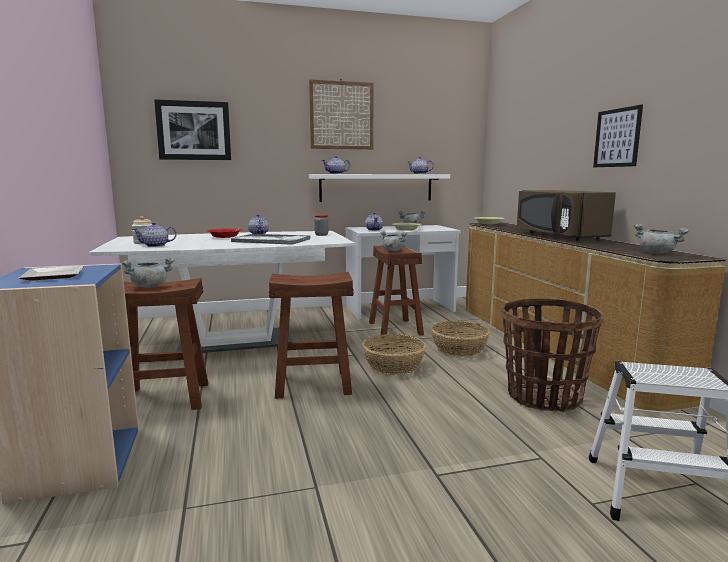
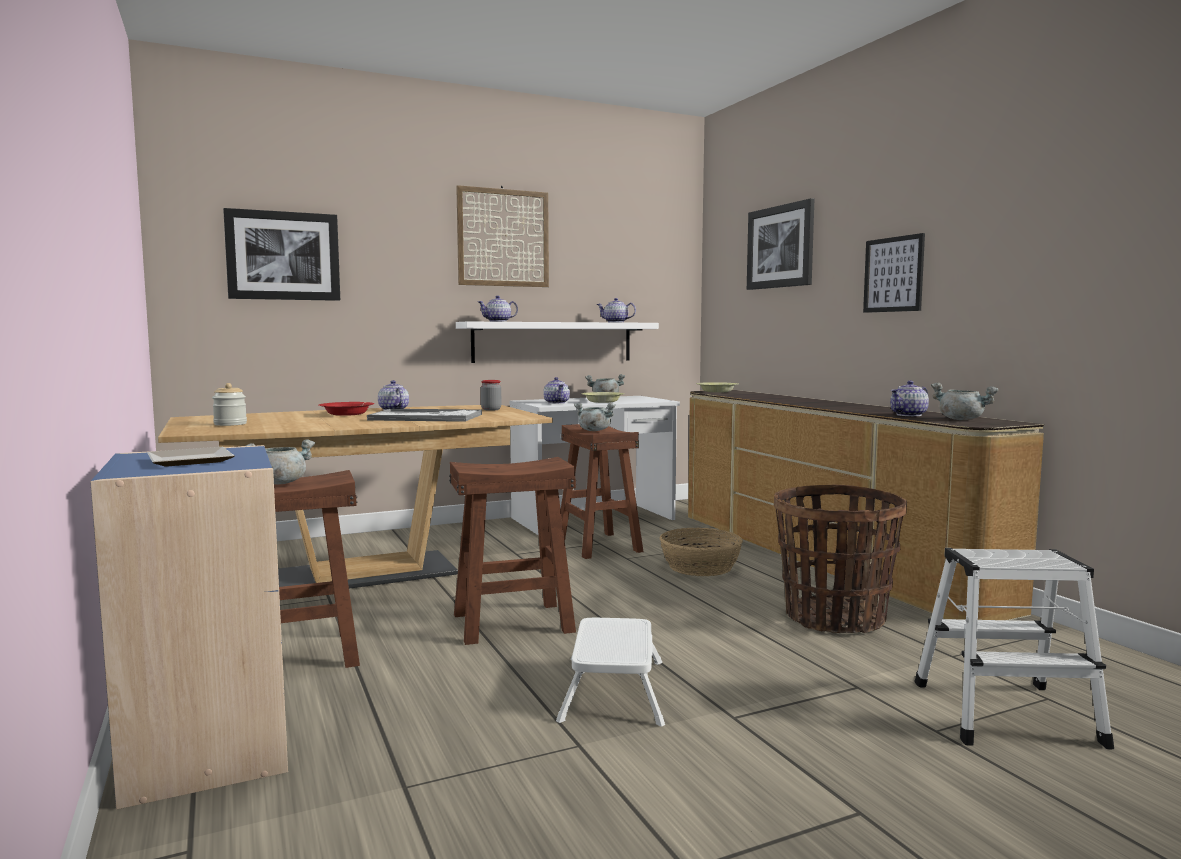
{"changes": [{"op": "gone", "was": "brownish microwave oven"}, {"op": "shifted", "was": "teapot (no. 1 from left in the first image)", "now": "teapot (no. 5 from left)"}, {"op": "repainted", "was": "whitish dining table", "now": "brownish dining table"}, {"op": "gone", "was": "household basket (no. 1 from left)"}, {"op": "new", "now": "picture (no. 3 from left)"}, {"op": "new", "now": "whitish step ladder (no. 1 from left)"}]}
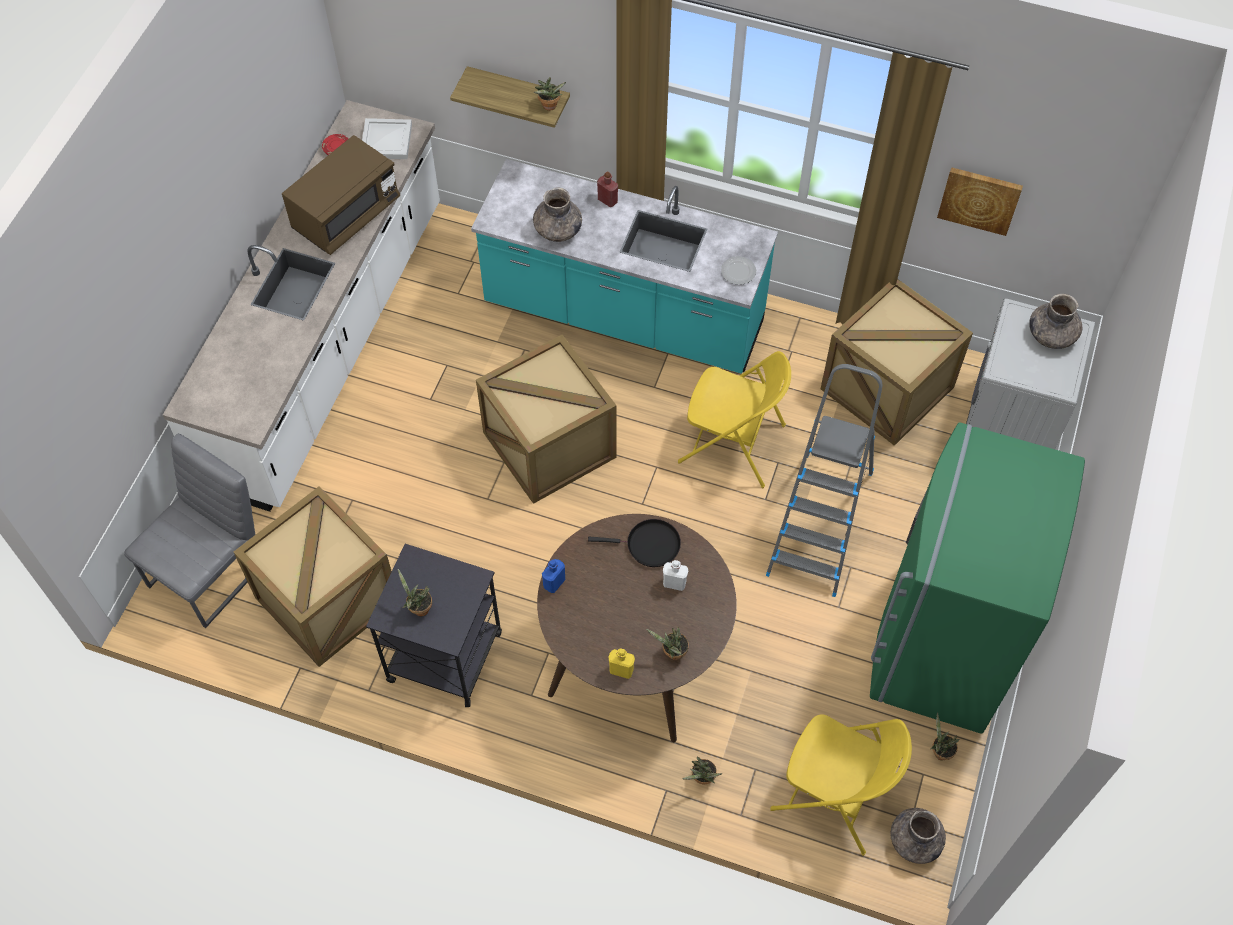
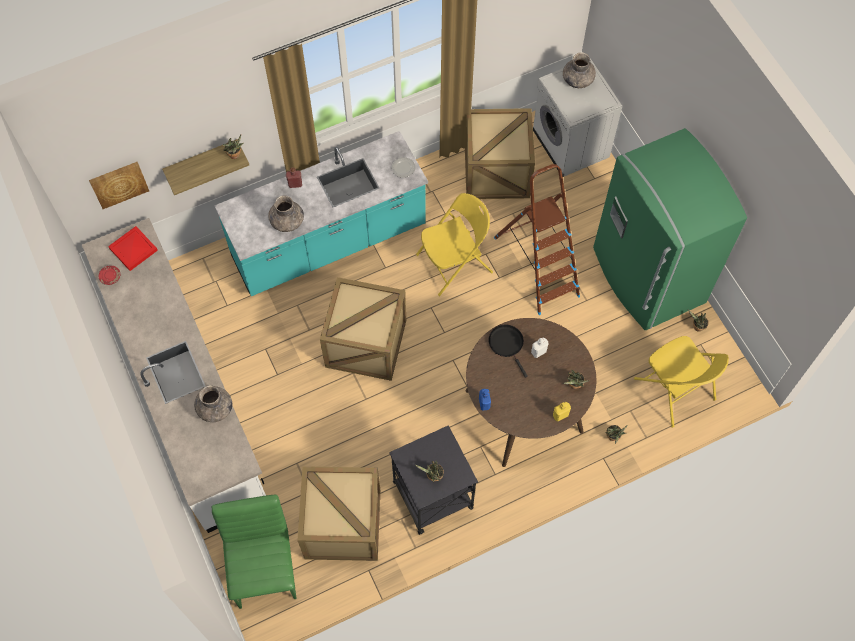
{"changes": [{"op": "repainted", "was": "whitish serving tray", "now": "reddish serving tray"}, {"op": "gone", "was": "brownish microwave oven"}, {"op": "shifted", "was": "picture"}, {"op": "repainted", "was": "grey step ladder", "now": "brownish step ladder"}, {"op": "repainted", "was": "grey chair", "now": "greenish chair"}, {"op": "rotated", "was": "blackish frying pan", "clockwise": -75}, {"op": "rotated", "was": "yellow chair (no. 2 from left)", "clockwise": 75}, {"op": "shifted", "was": "grey flower vase (no. 2 from left in the first image)", "now": "grey flower vase (no. 1 from left)"}]}
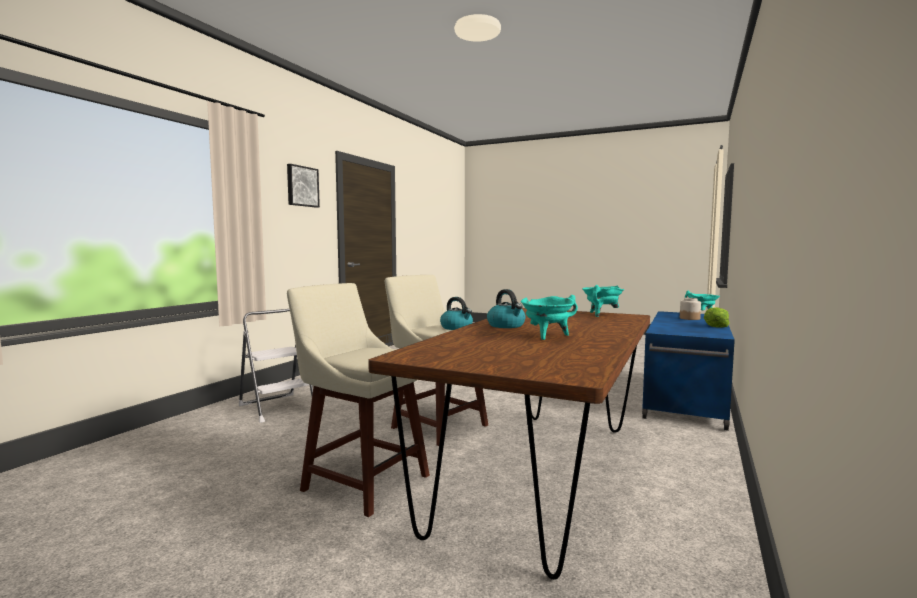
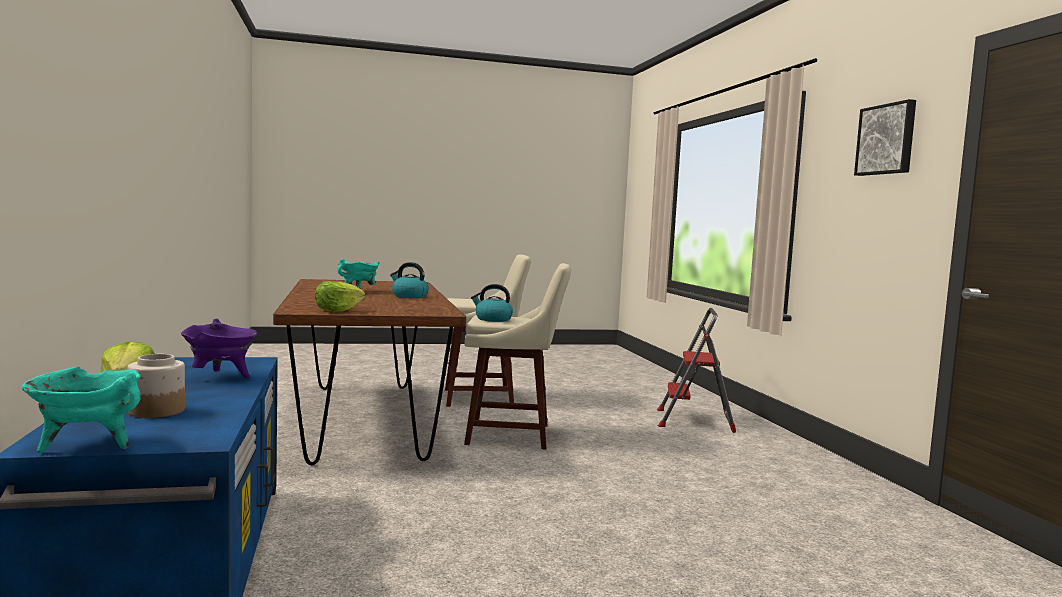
{"changes": [{"op": "swapped", "was": "turquoise-coloured cooking pot (no. 2 from left)", "now": "lettuce head (no. 2 from left)"}, {"op": "repainted", "was": "whitish step ladder", "now": "reddish step ladder"}, {"op": "new", "now": "purple-coloured cooking pot"}]}
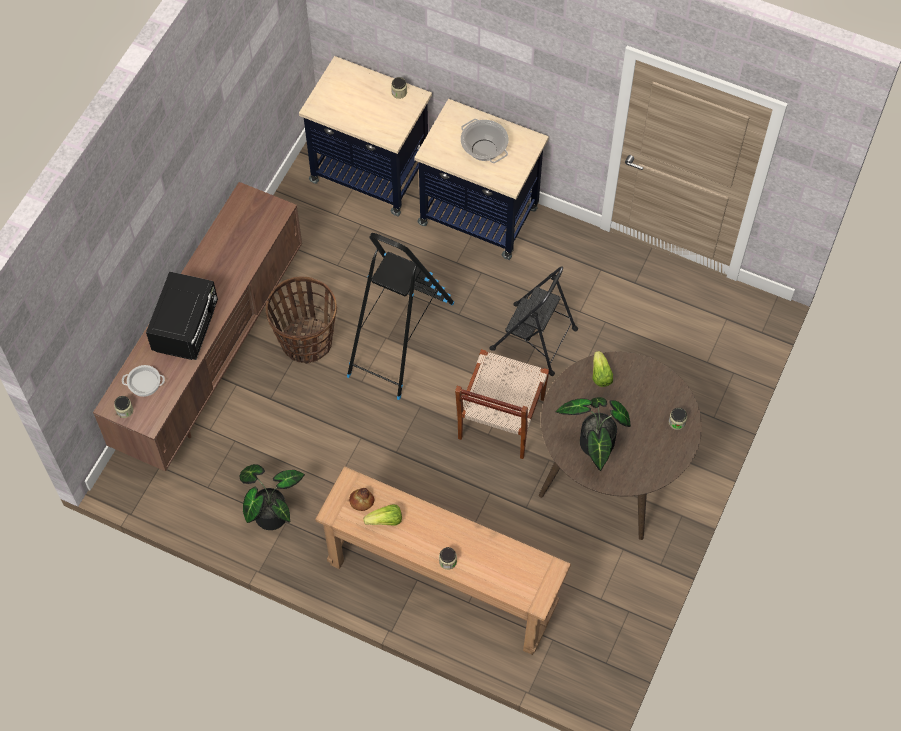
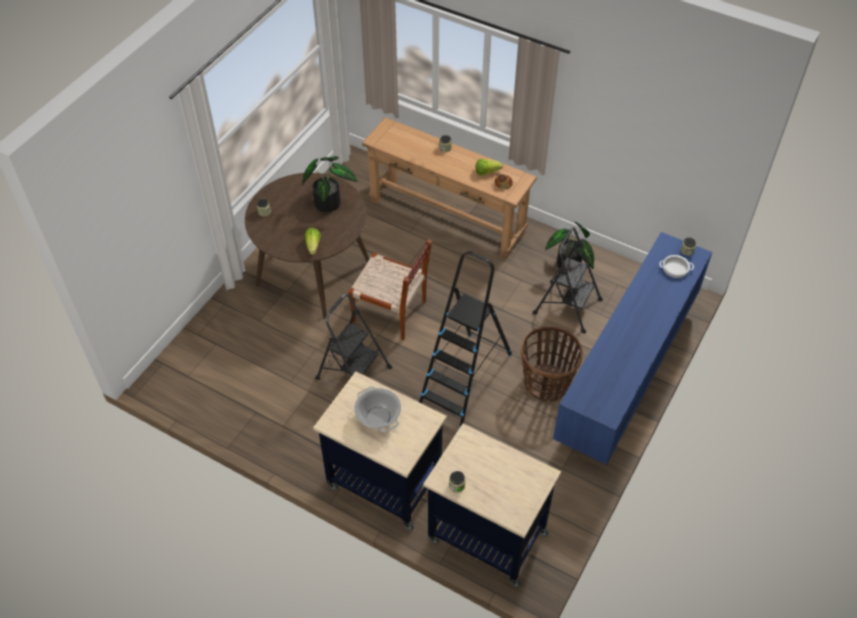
{"changes": [{"op": "repainted", "was": "brownish storage cabinet", "now": "blue-coloured storage cabinet"}, {"op": "gone", "was": "blackish microwave oven"}, {"op": "rotated", "was": "chair", "clockwise": 90}, {"op": "new", "now": "blackish step ladder (no. 3 from left)"}]}
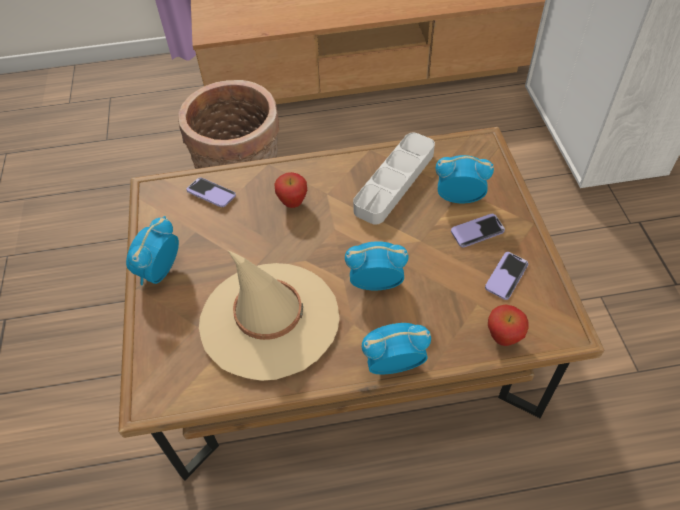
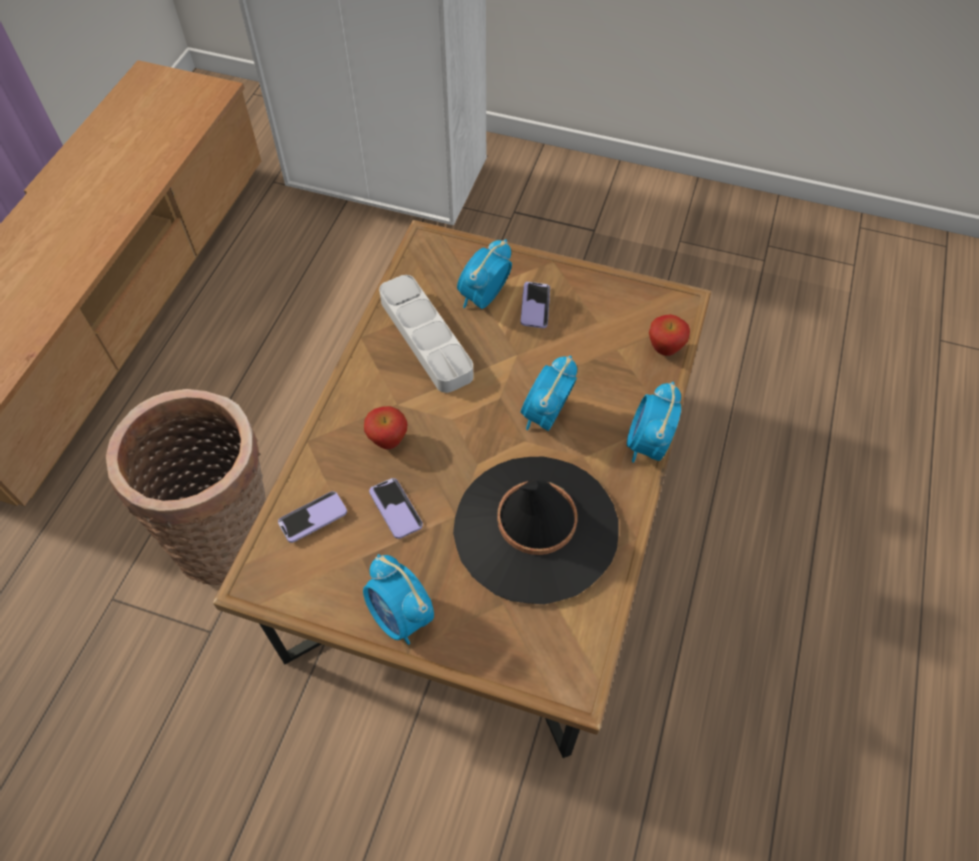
{"changes": [{"op": "repainted", "was": "beige wearable hat", "now": "blackish wearable hat"}, {"op": "shifted", "was": "telephone (no. 3 from left in the first image)", "now": "telephone (no. 2 from left)"}]}
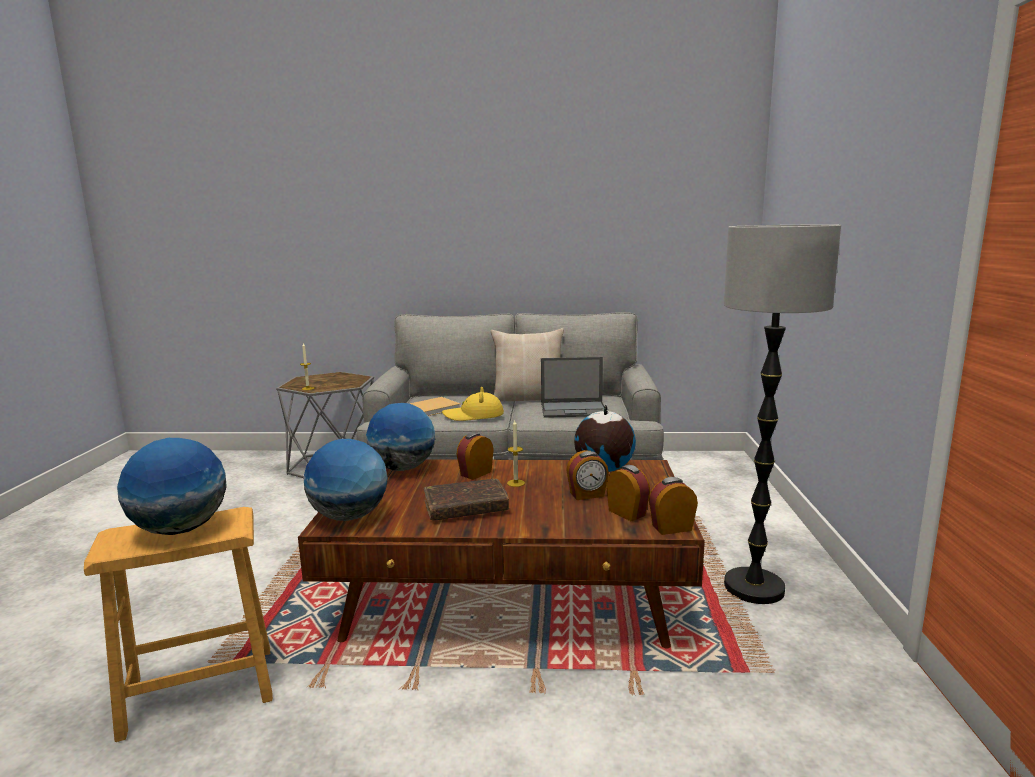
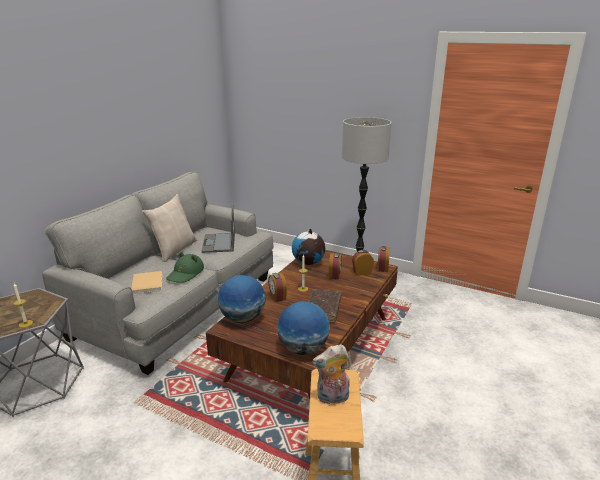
{"changes": [{"op": "rotated", "was": "portable computer", "clockwise": 150}, {"op": "repainted", "was": "yellow wearable hat", "now": "greenish wearable hat"}, {"op": "swapped", "was": "world globe (no. 1 from left)", "now": "cuddly toy"}]}
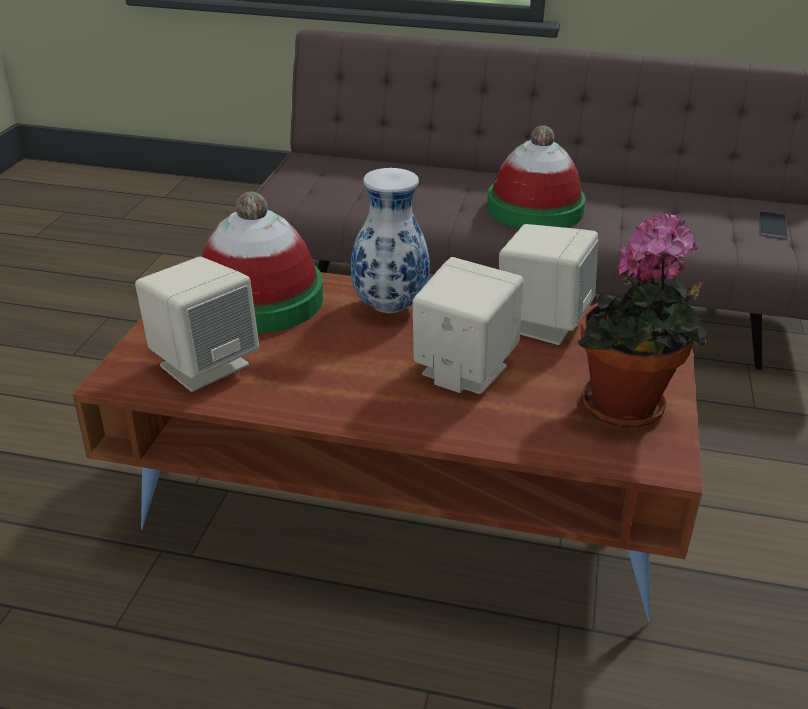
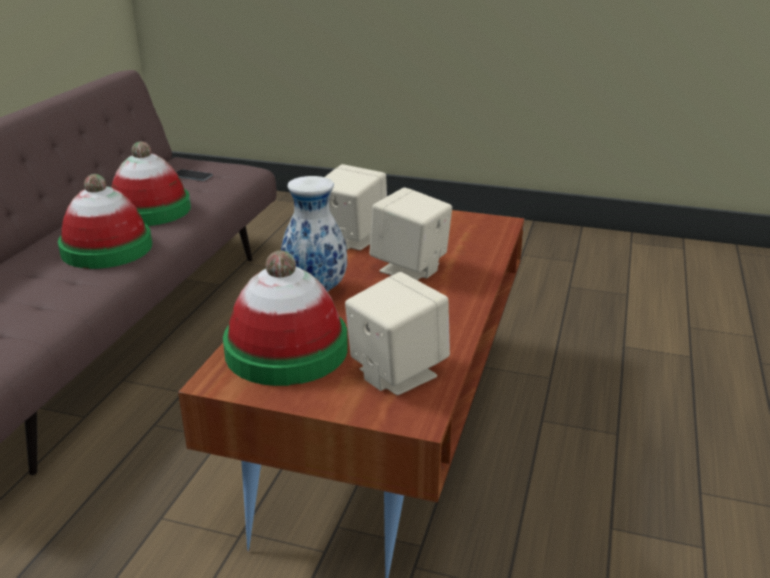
{"changes": [{"op": "gone", "was": "plant in a pot"}, {"op": "new", "now": "wearable hat (no. 2 from left)"}]}
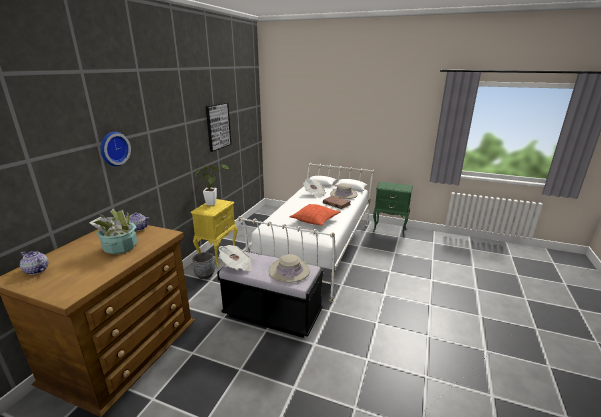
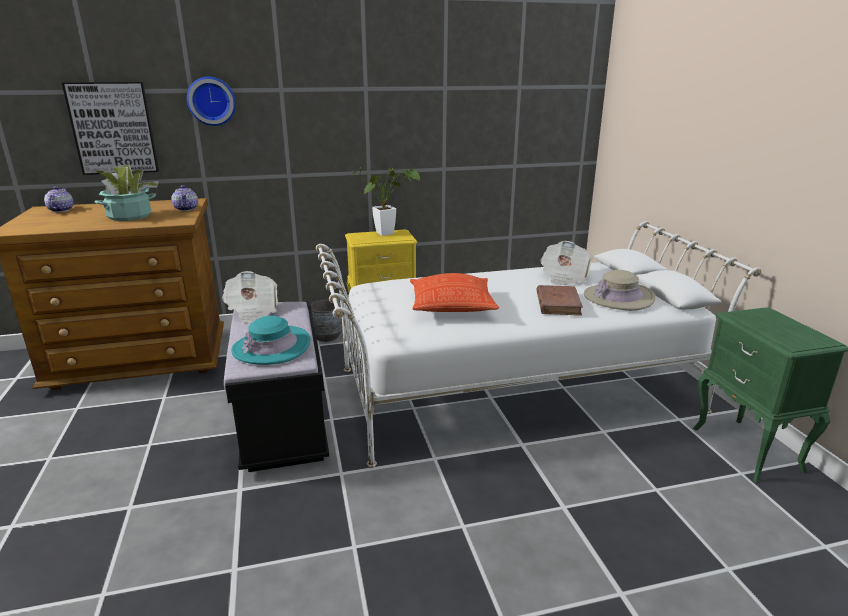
{"changes": [{"op": "shifted", "was": "picture"}, {"op": "repainted", "was": "beige wearable hat (no. 1 from left)", "now": "turquoise-coloured wearable hat"}]}
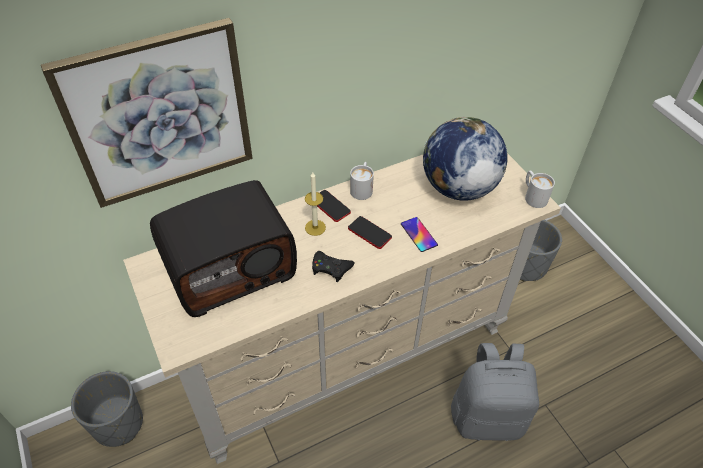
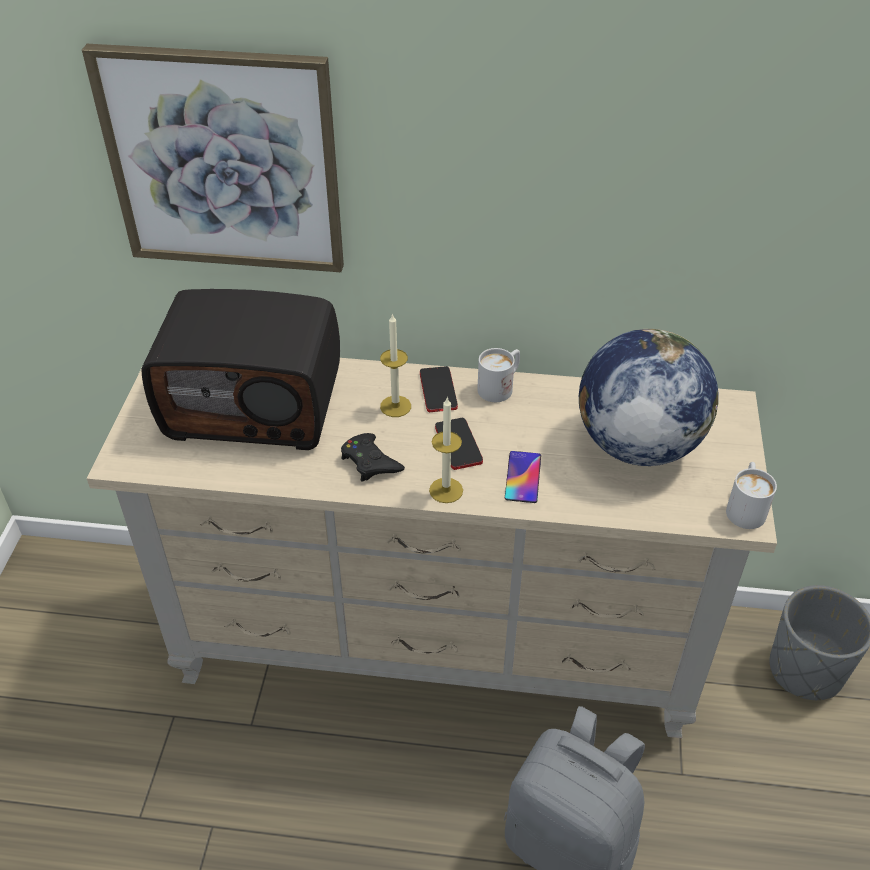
{"changes": [{"op": "gone", "was": "grey plant pot (no. 1 from left)"}, {"op": "new", "now": "wax light (no. 2 from left)"}]}
